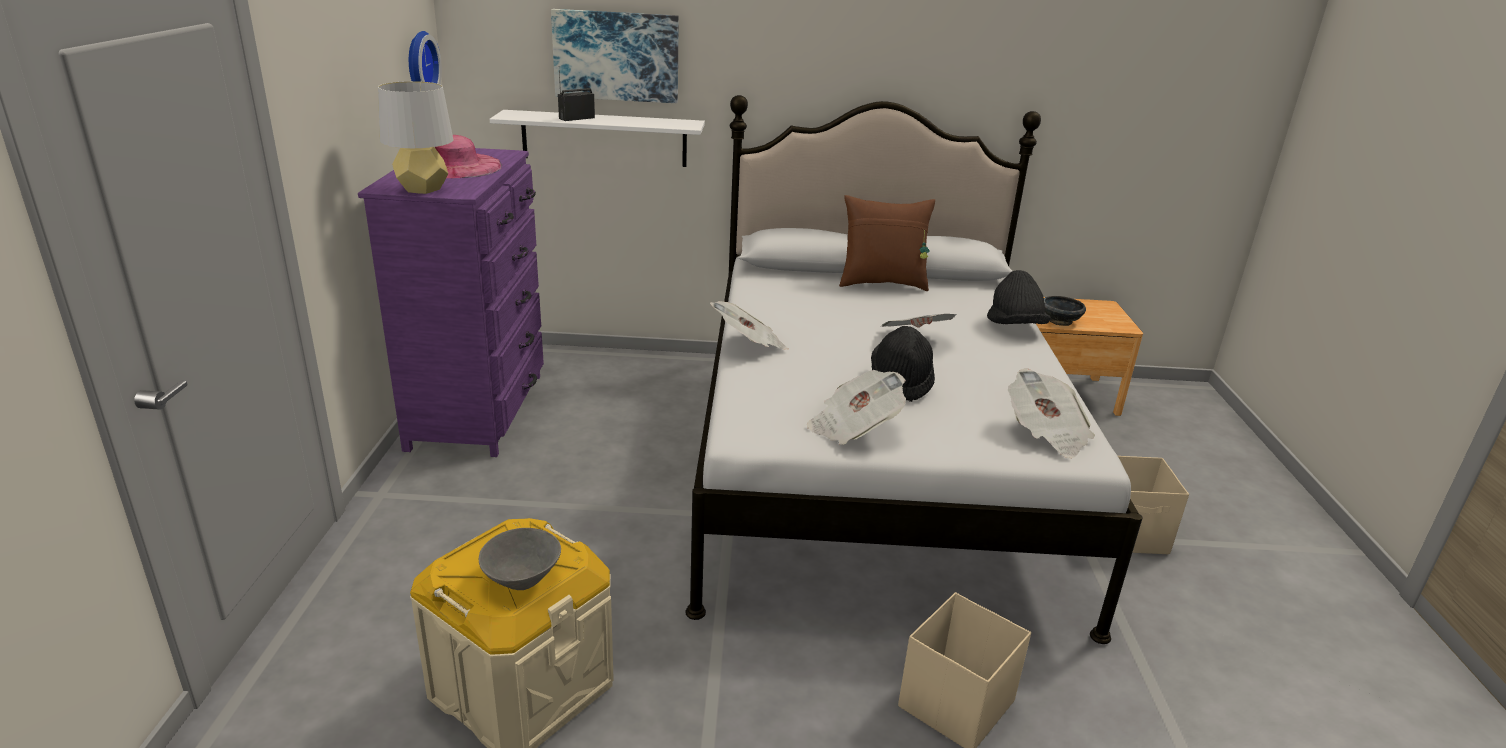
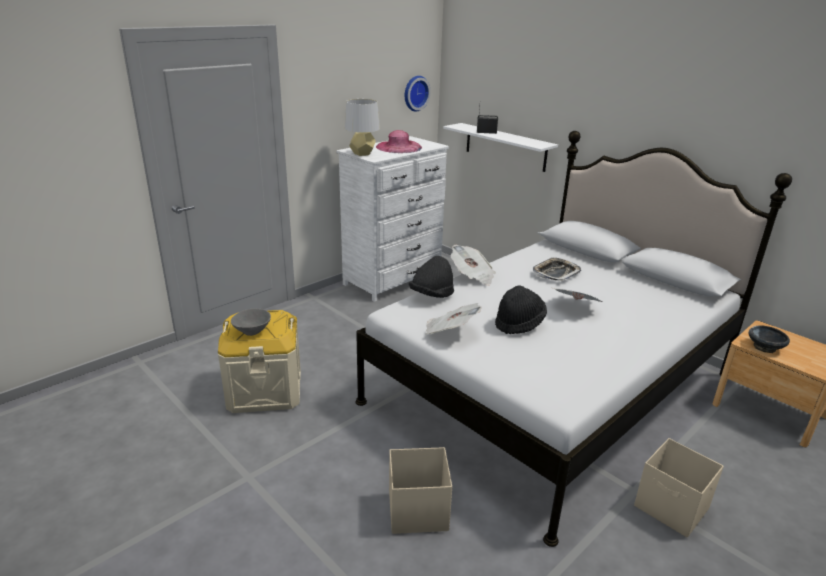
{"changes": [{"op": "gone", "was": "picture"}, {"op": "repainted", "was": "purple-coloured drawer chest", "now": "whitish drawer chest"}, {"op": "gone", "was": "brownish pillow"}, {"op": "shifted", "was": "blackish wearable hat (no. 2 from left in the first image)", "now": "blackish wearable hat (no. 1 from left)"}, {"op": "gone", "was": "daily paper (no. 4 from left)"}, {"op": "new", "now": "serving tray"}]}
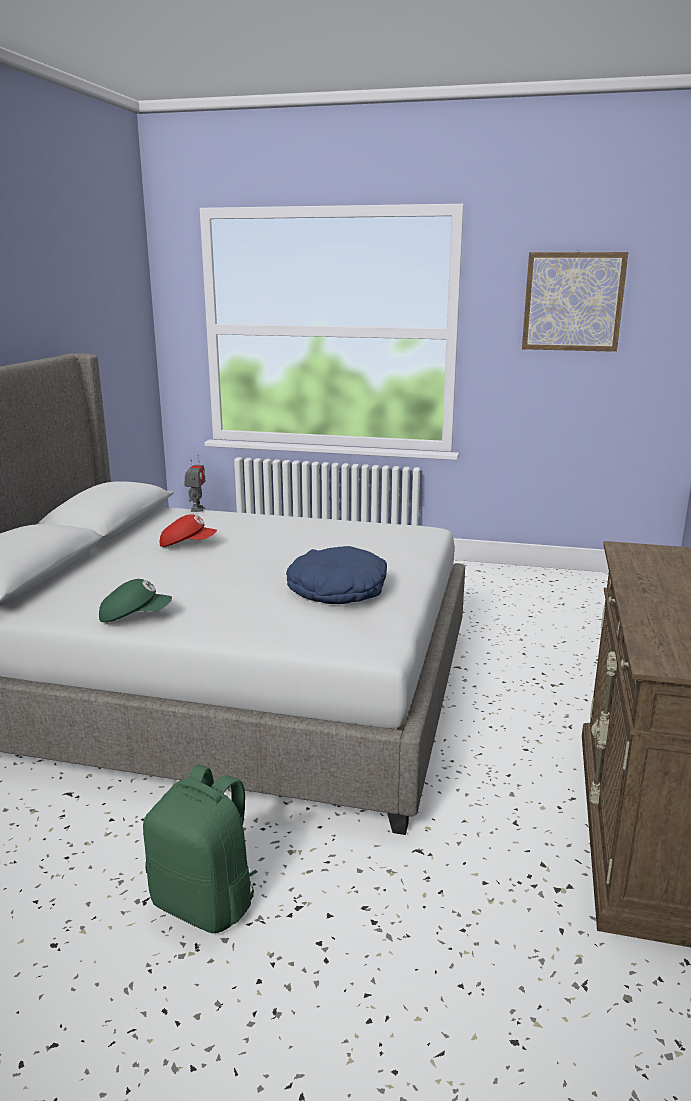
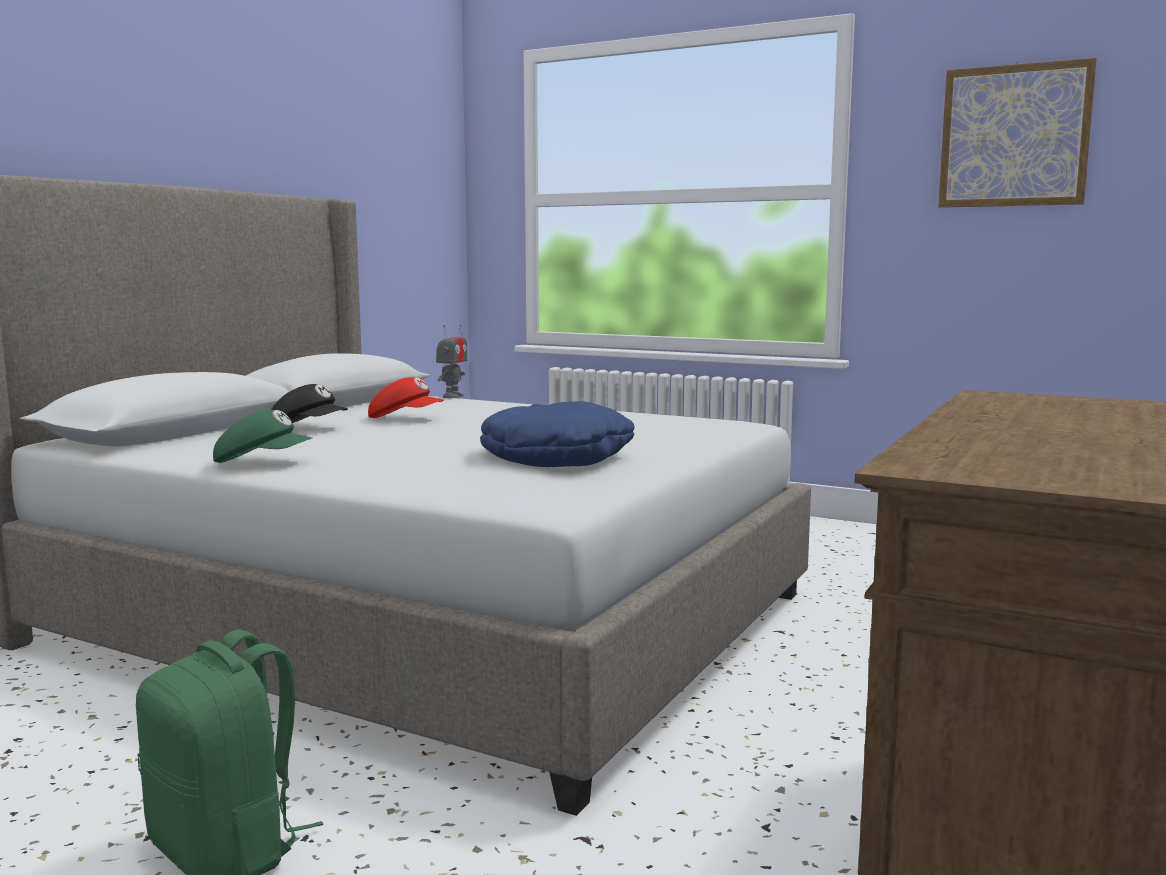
{"changes": [{"op": "new", "now": "blackish baseball cap"}]}
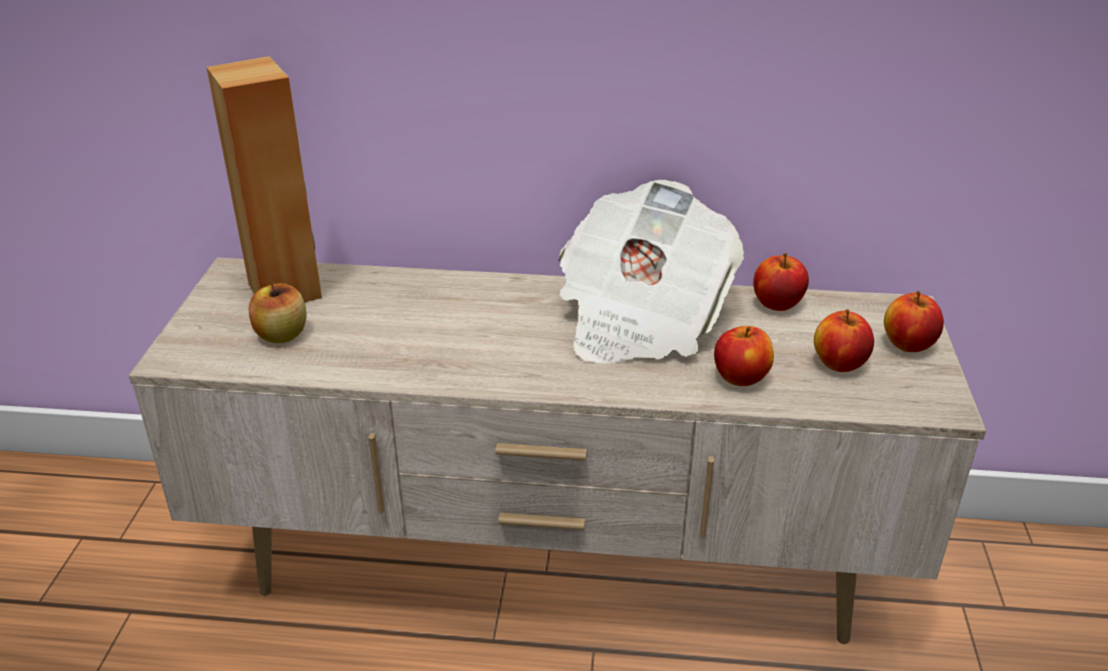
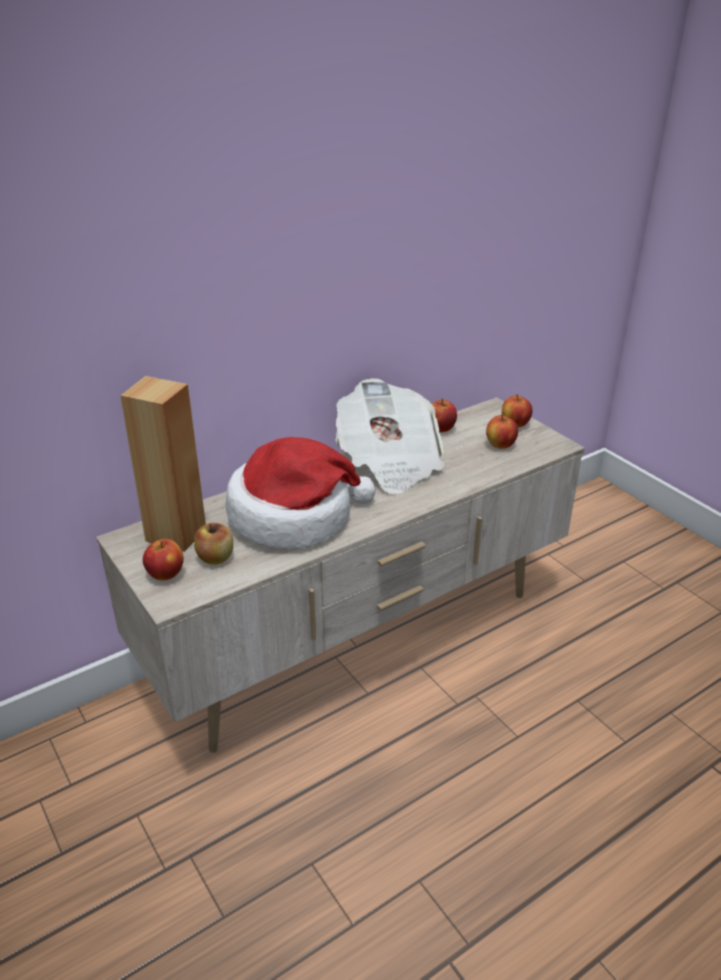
{"changes": [{"op": "shifted", "was": "whole apple (no. 2 from left in the first image)", "now": "whole apple (no. 1 from left)"}, {"op": "new", "now": "wearable hat"}]}
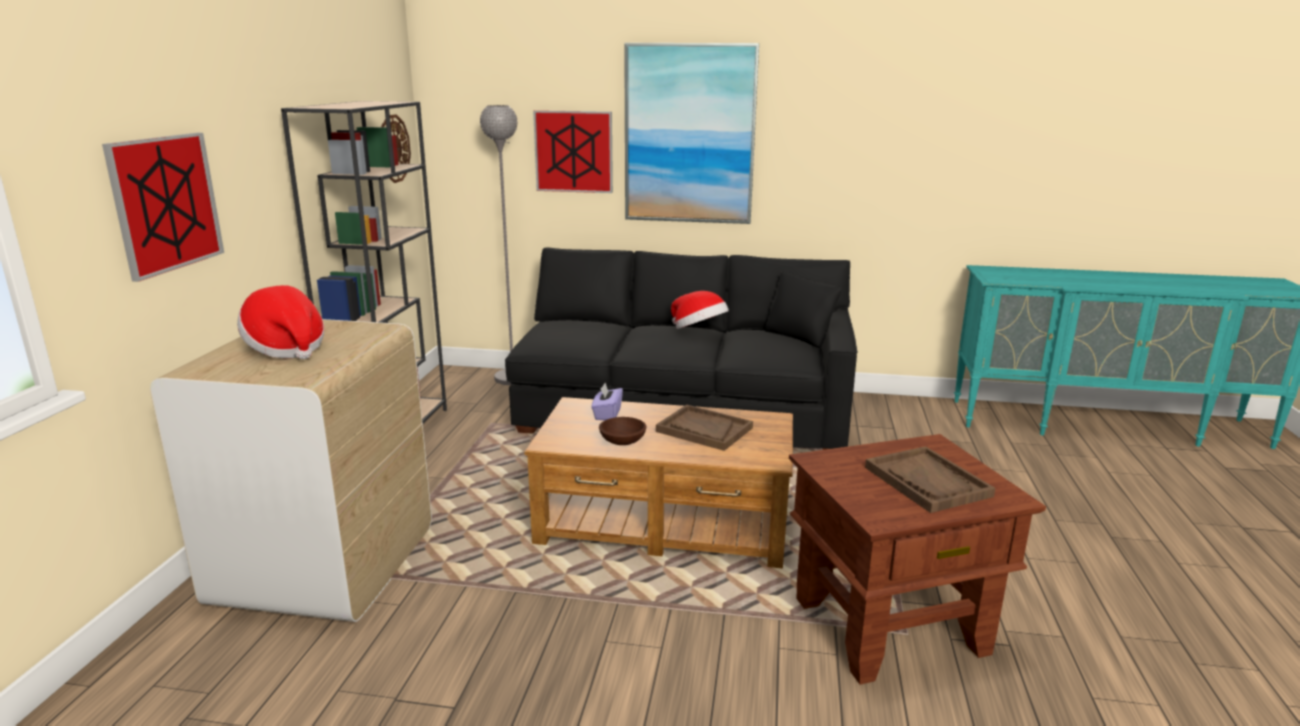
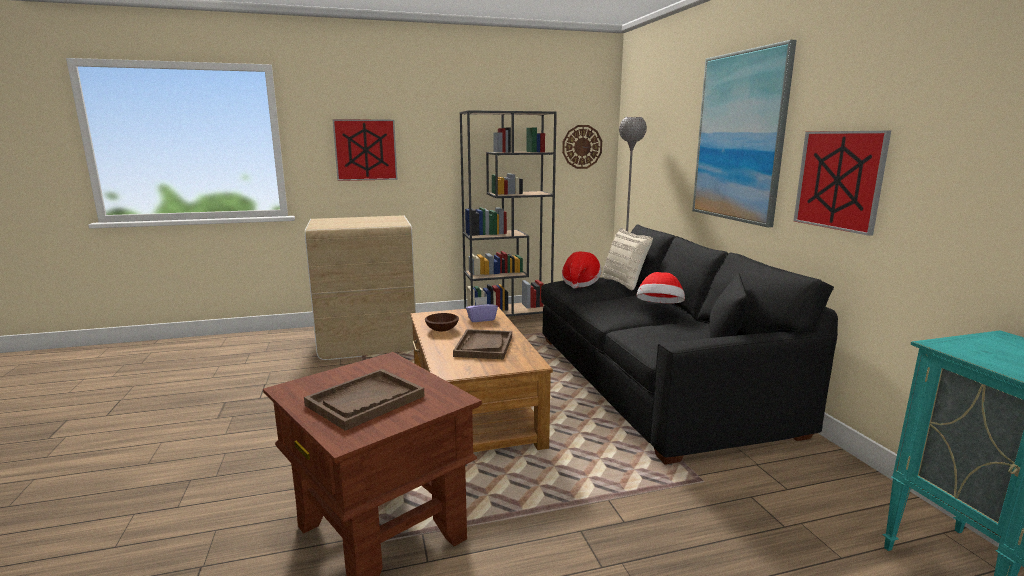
{"changes": [{"op": "shifted", "was": "picture (no. 2 from left in the first image)", "now": "picture (no. 3 from left)"}, {"op": "shifted", "was": "wearable hat (no. 1 from left)"}, {"op": "new", "now": "beige pillow"}]}
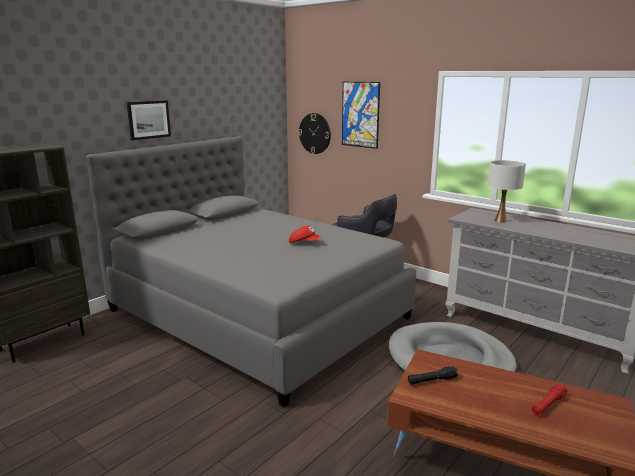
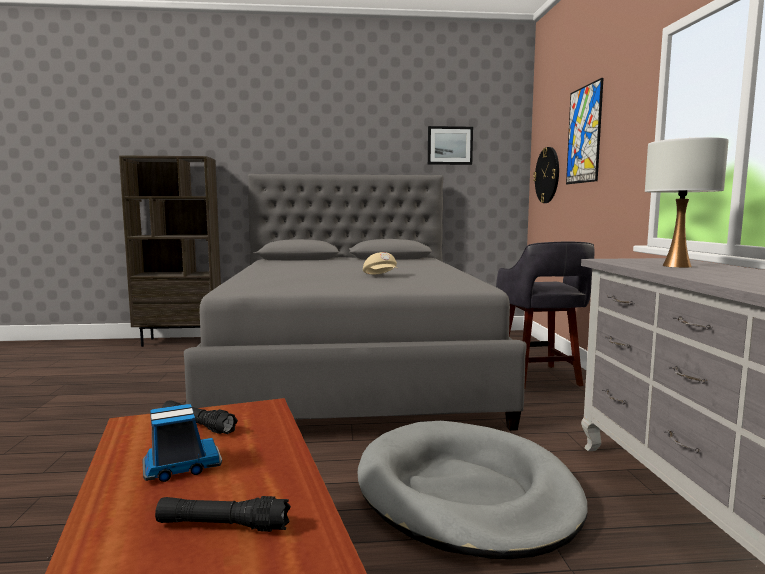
{"changes": [{"op": "shifted", "was": "picture (no. 1 from left)"}, {"op": "repainted", "was": "reddish baseball cap", "now": "beige baseball cap"}, {"op": "repainted", "was": "reddish hand torch", "now": "blackish hand torch (no. 2 from left)"}, {"op": "new", "now": "model truck"}]}
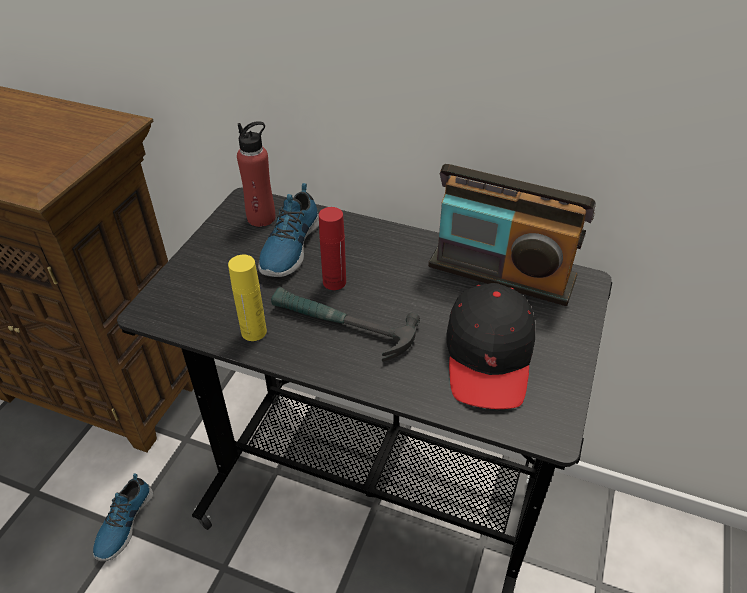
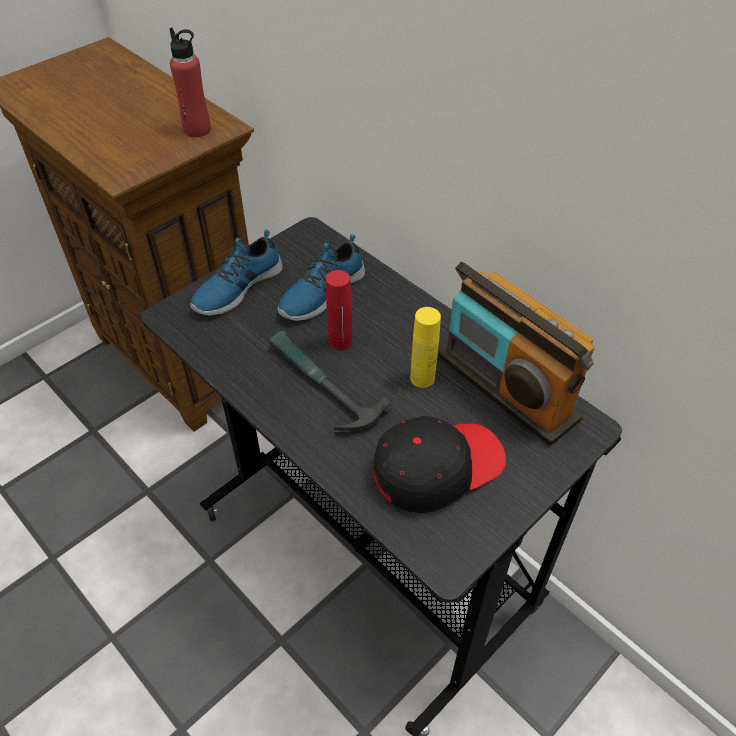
{"changes": [{"op": "shifted", "was": "reddish drink bottle (no. 1 from left)"}, {"op": "shifted", "was": "yellow drink bottle"}, {"op": "rotated", "was": "blackish baseball cap", "clockwise": -150}, {"op": "shifted", "was": "item of footwear (no. 1 from left)"}]}
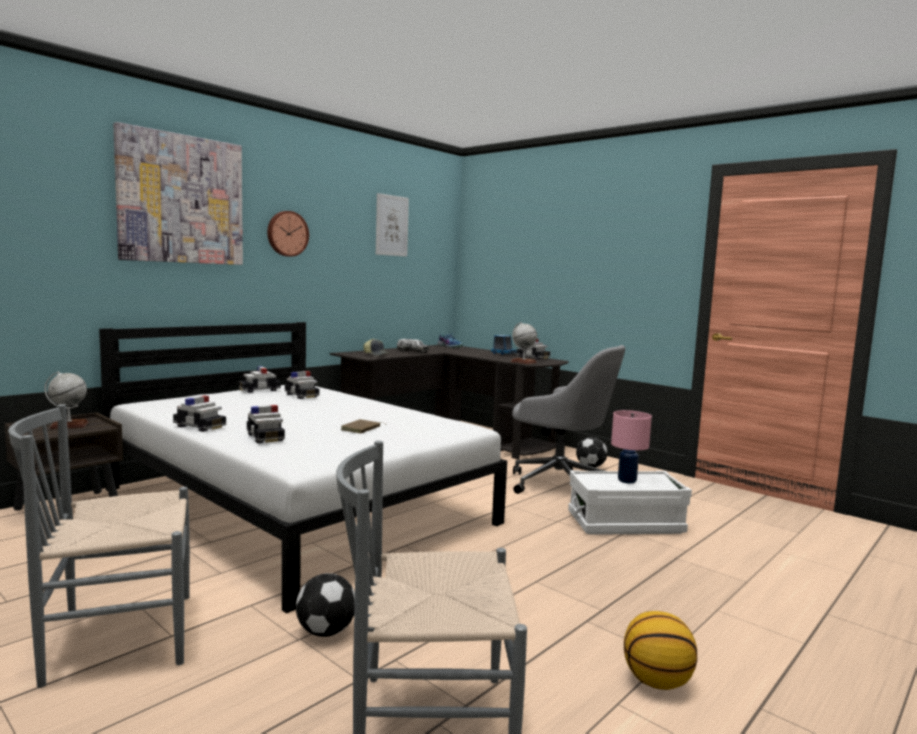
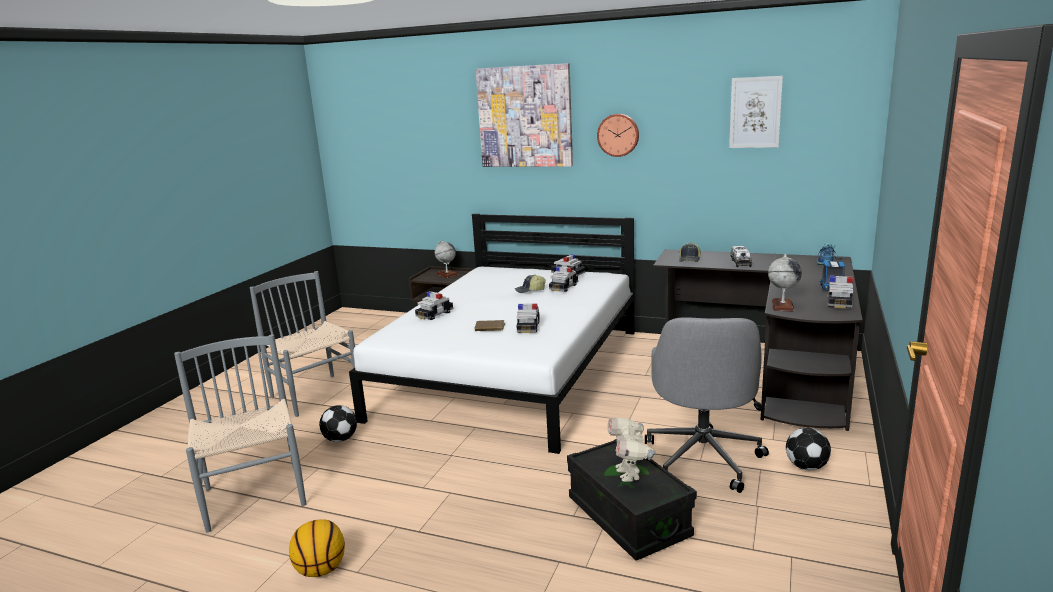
{"changes": [{"op": "shifted", "was": "model car (no. 1 from left in the first image)", "now": "model car (no. 2 from left)"}, {"op": "swapped", "was": "pink-coloured tabletop lamp", "now": "toy robot"}, {"op": "repainted", "was": "whitish storage container", "now": "blackish storage container"}, {"op": "new", "now": "baseball cap (no. 1 from left)"}]}
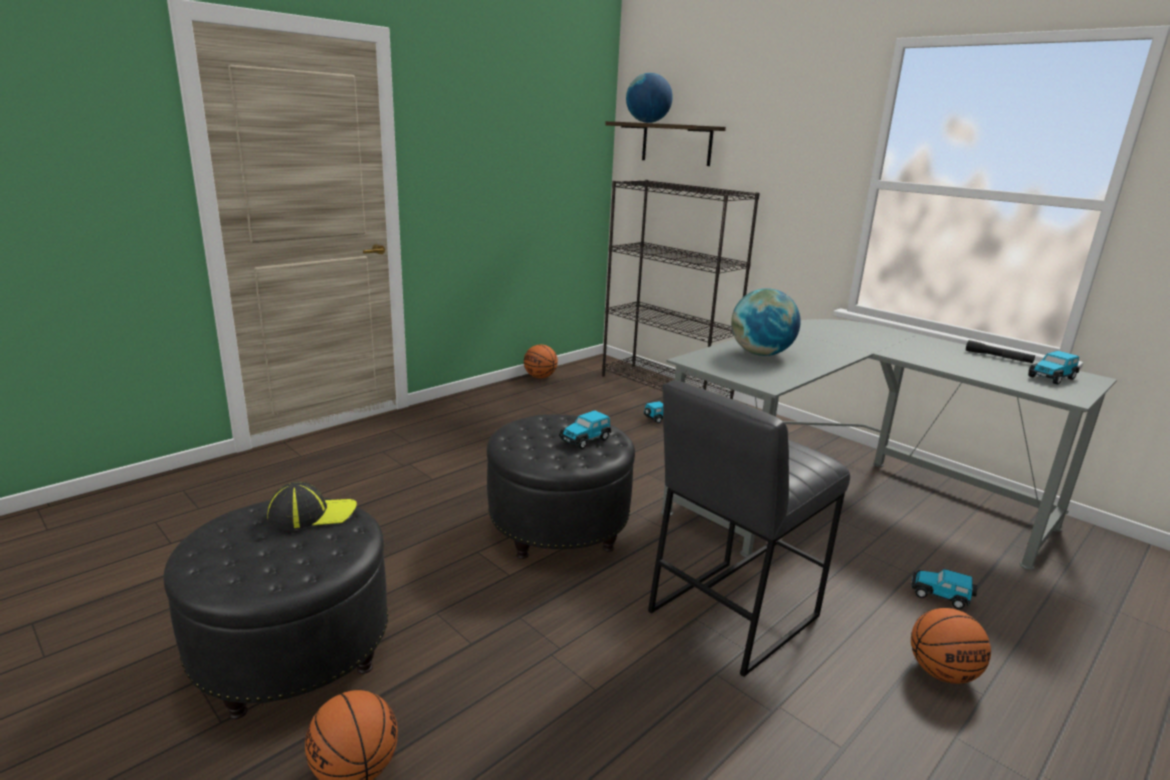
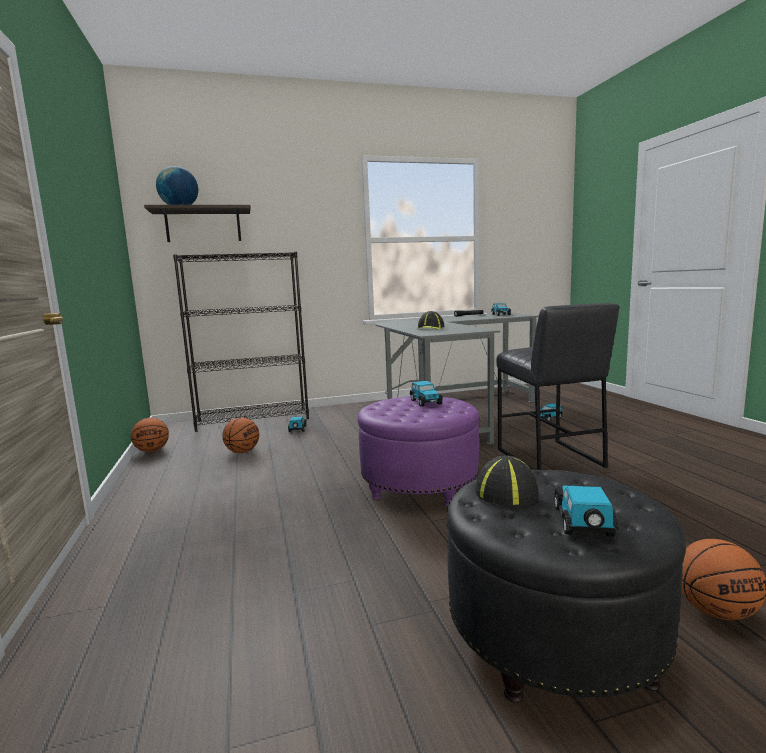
{"changes": [{"op": "swapped", "was": "world globe (no. 2 from left)", "now": "baseball cap (no. 1 from left)"}, {"op": "repainted", "was": "blackish ottoman (no. 2 from left)", "now": "purple-coloured ottoman"}, {"op": "shifted", "was": "basketball ball (no. 3 from left in the first image)", "now": "basketball ball (no. 2 from left)"}, {"op": "new", "now": "model car (no. 5 from left)"}]}
